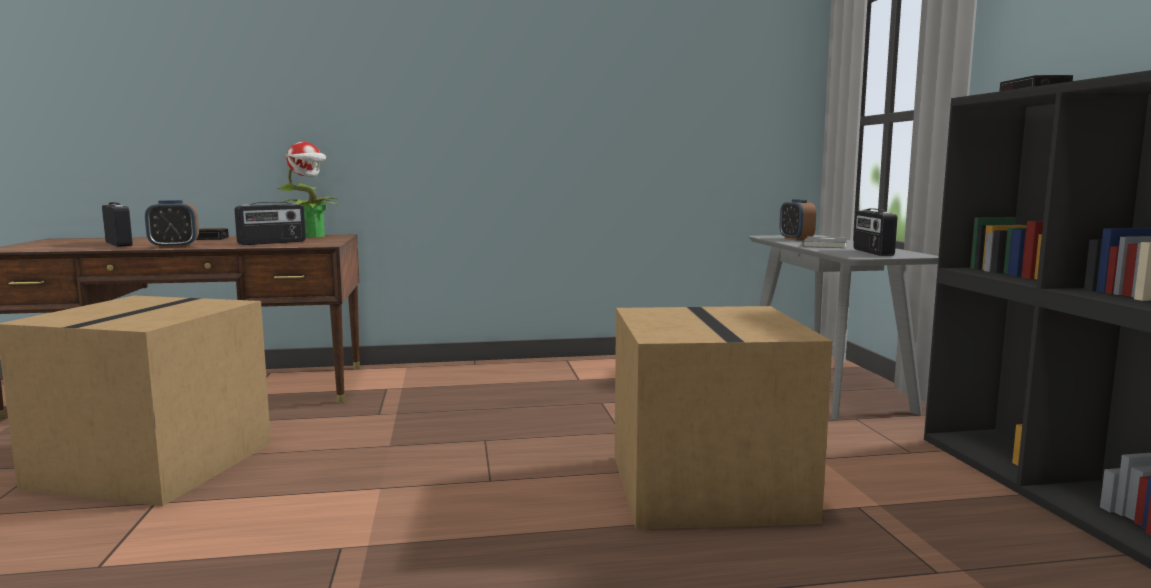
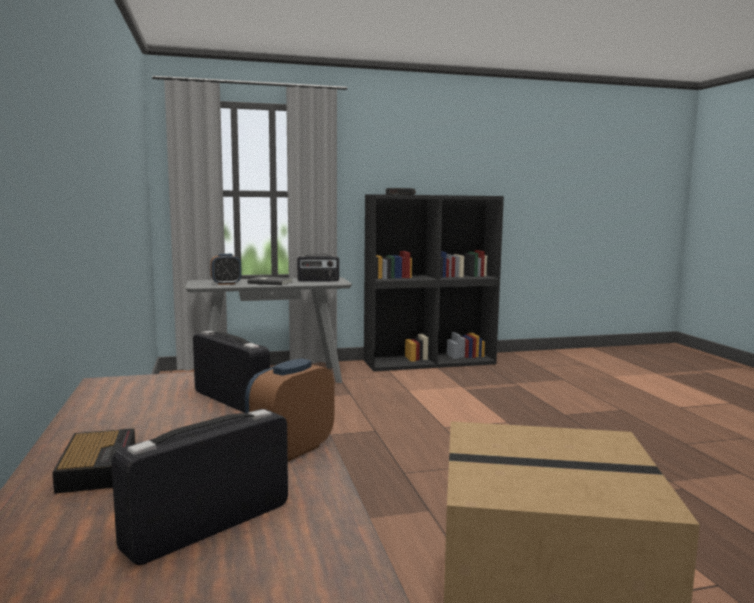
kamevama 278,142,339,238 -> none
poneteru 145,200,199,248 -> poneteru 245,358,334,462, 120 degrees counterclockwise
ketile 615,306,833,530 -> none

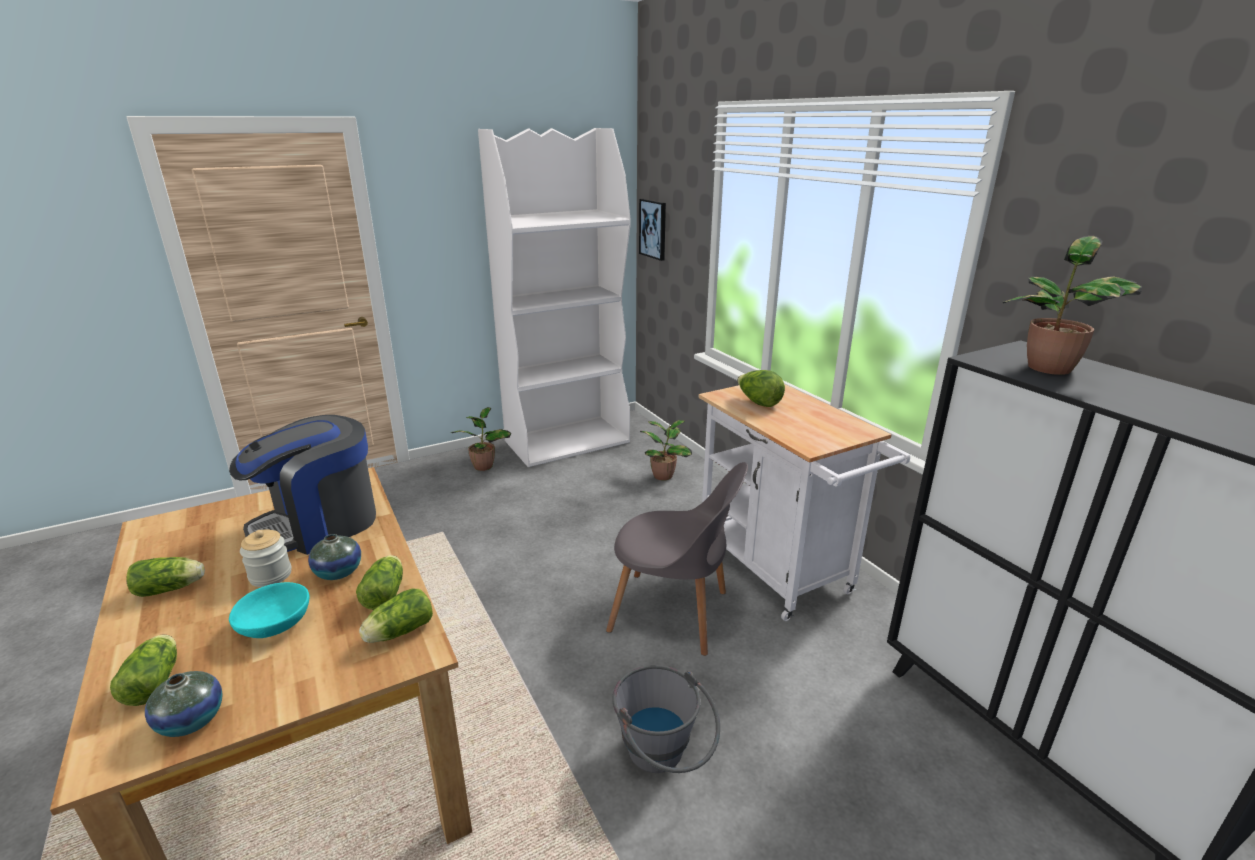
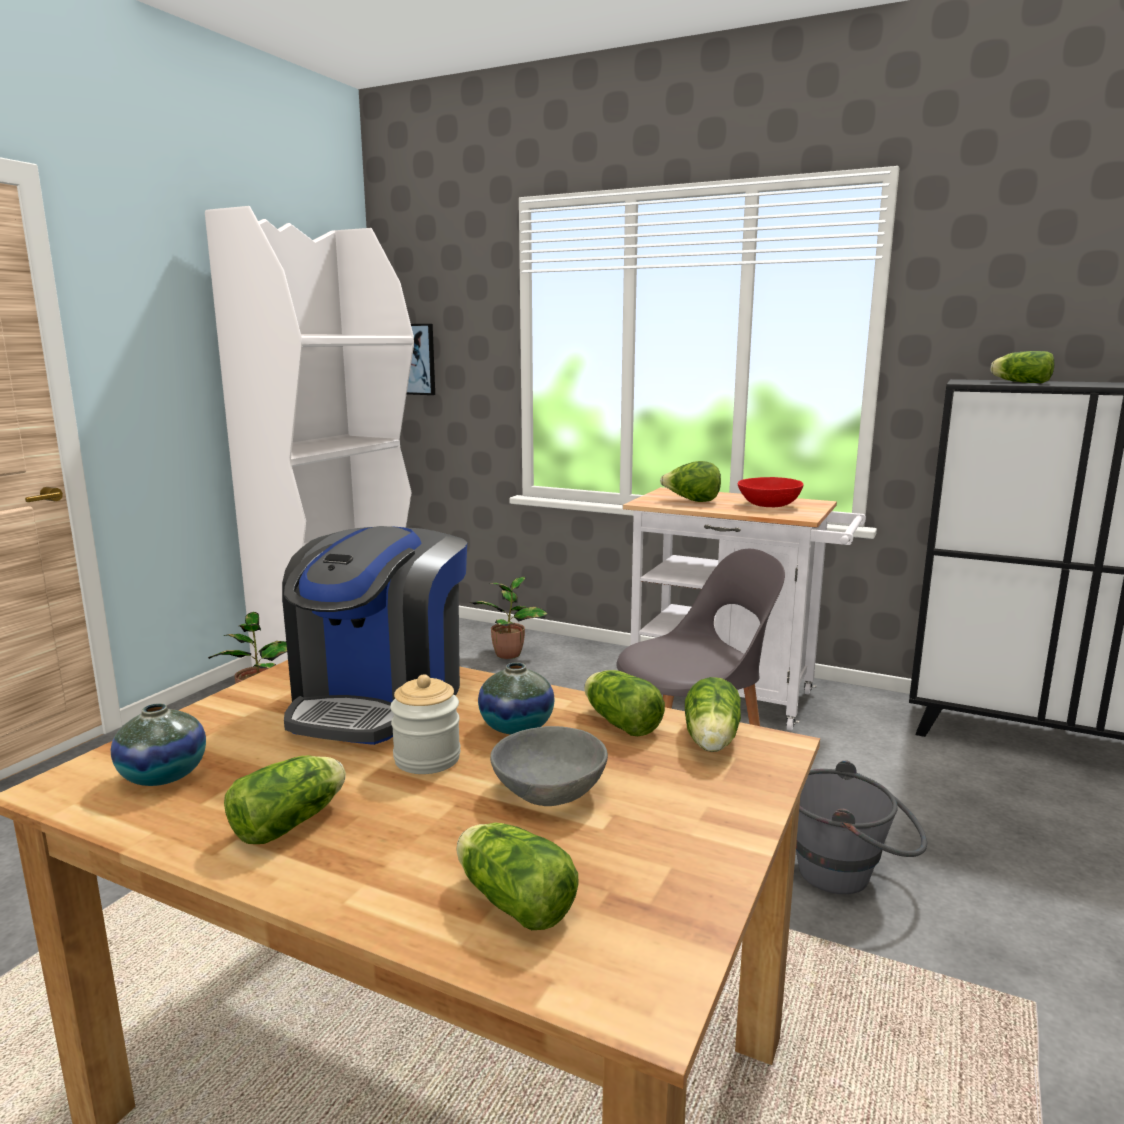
kamevama 1003,236,1142,375 -> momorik 991,351,1055,383
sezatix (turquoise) 229,582,309,638 -> sezatix (grey) 490,726,608,806
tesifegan 145,671,222,737 -> tesifegan 111,703,206,786, shifted
none -> sezatix (red) 738,477,804,507

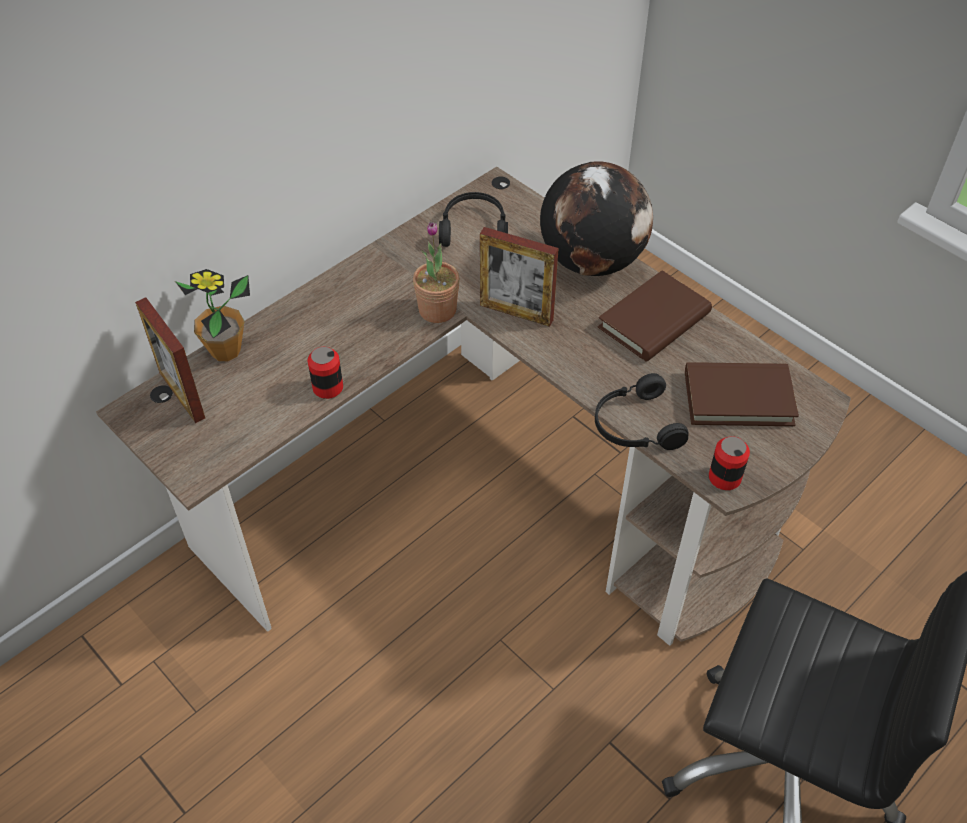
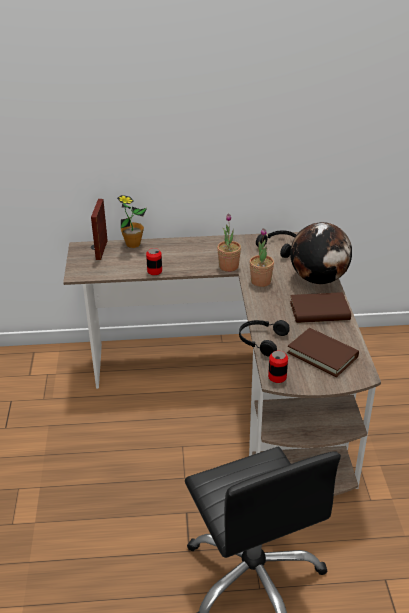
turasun 480,227,559,327 -> kamevama 249,228,274,287

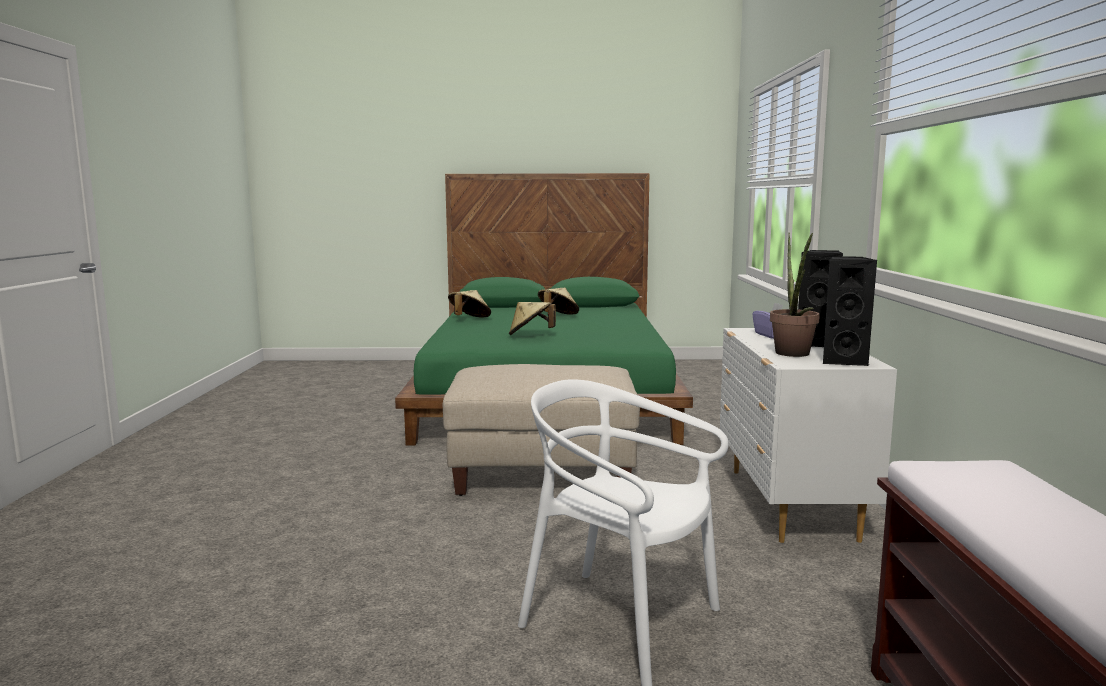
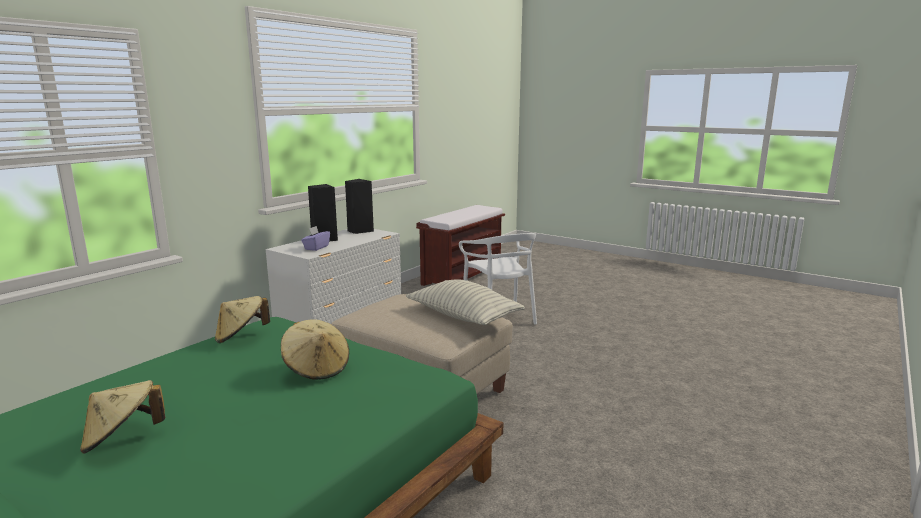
kamevama 770,232,820,357 -> none
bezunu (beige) 448,290,491,318 -> bezunu (beige) 215,296,270,343, shifted
none -> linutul 406,279,525,325

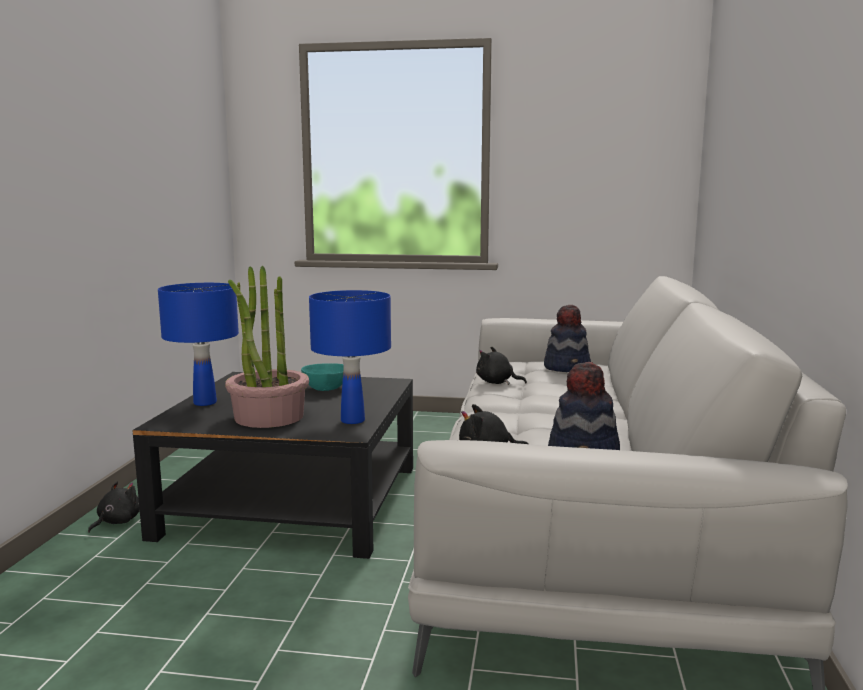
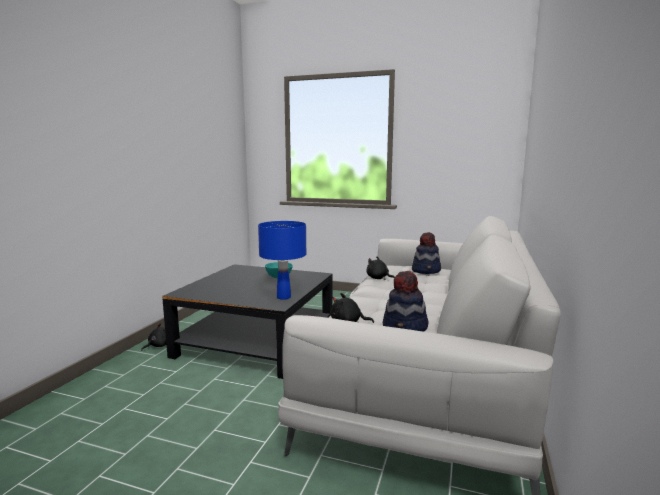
kamevama 225,265,309,428 -> none
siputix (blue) 158,283,239,406 -> none

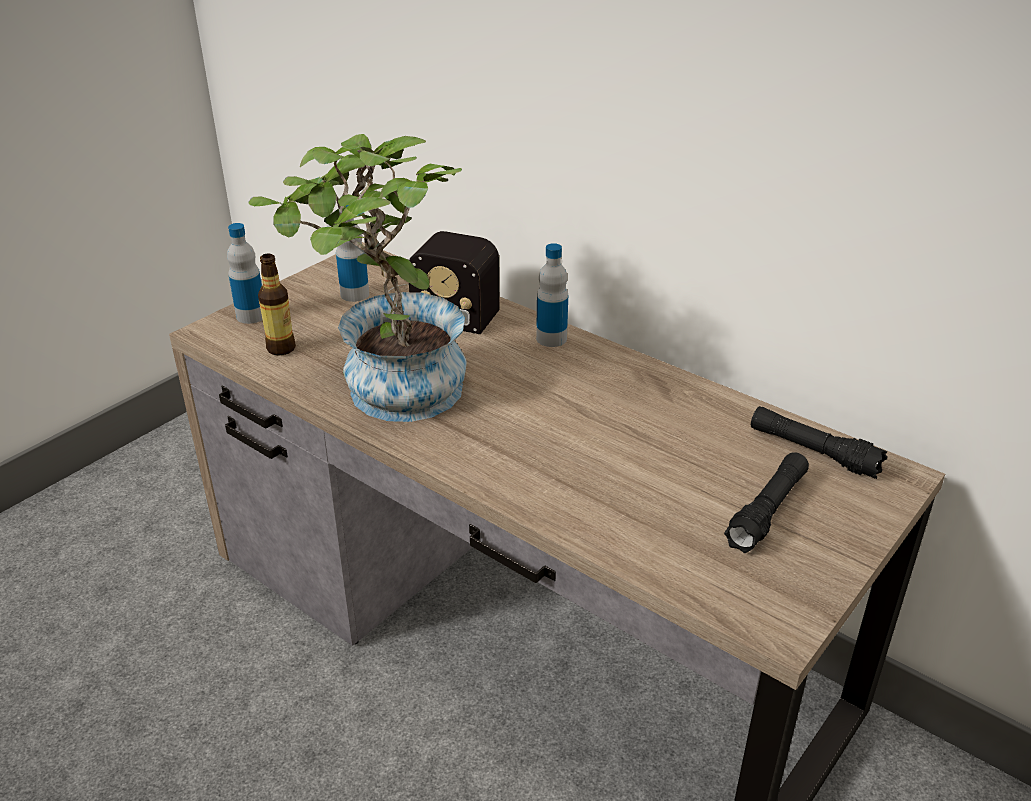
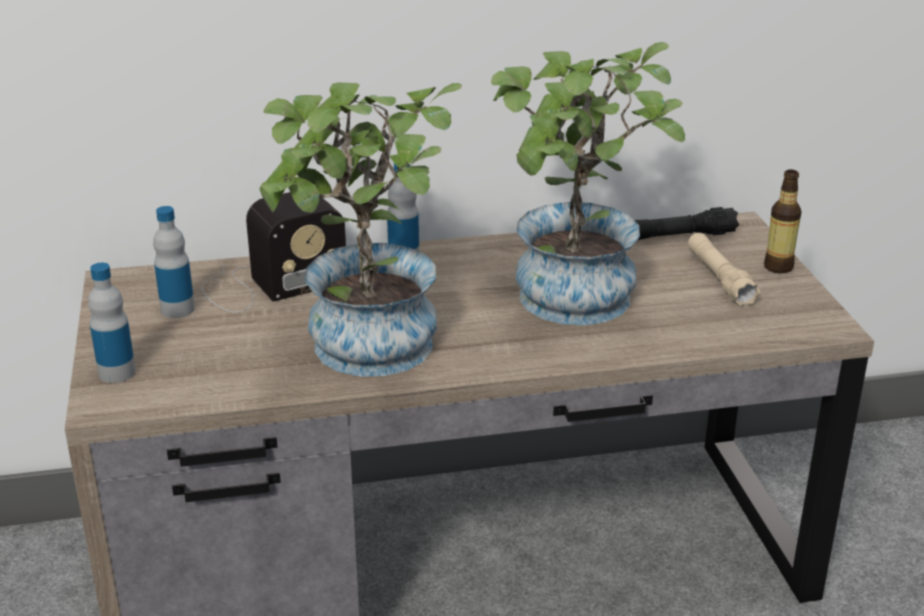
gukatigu 258,253,296,356 -> gukatigu 764,169,802,273, shifted
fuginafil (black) 724,452,809,553 -> fuginafil (beige) 688,233,760,306
none -> kamevama 491,42,685,325

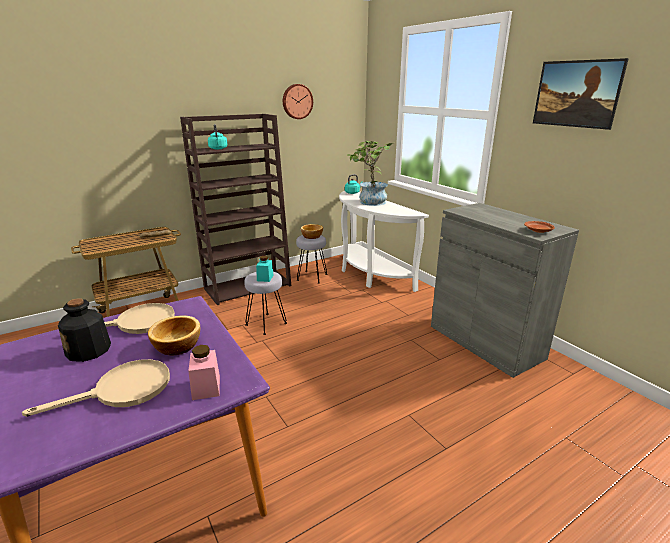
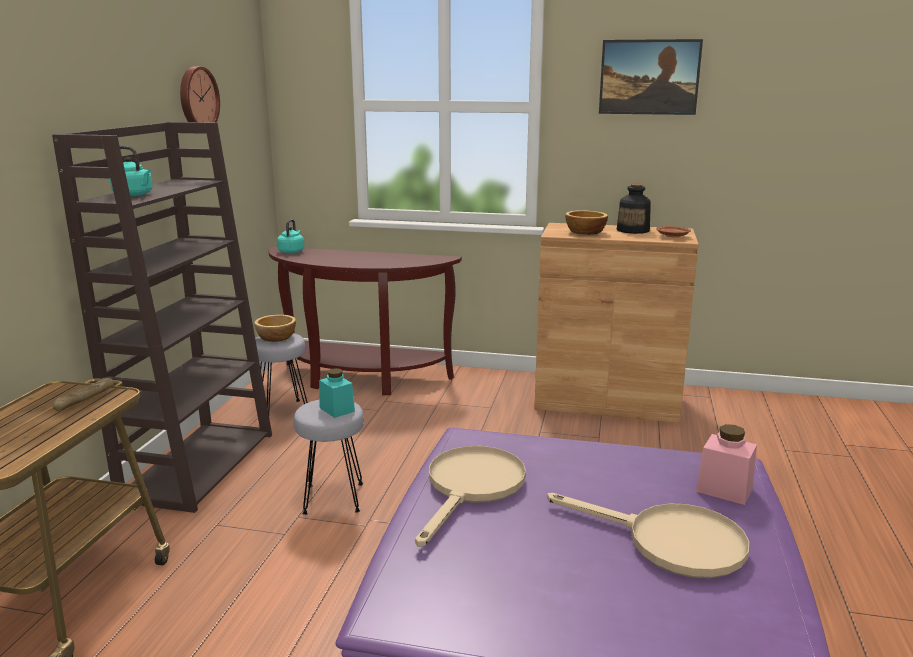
kamevama 350,141,393,206 -> none
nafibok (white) 339,191,429,292 -> nafibok (brown) 269,247,462,395
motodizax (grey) 431,203,579,378 -> motodizax (brown) 534,223,699,423
gukatigu 58,298,111,362 -> gukatigu 617,184,651,234, shifted
sezatix 148,315,200,356 -> sezatix 565,210,608,235, shifted
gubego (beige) 22,359,170,417 -> gubego (beige) 547,493,749,578, 105 degrees clockwise

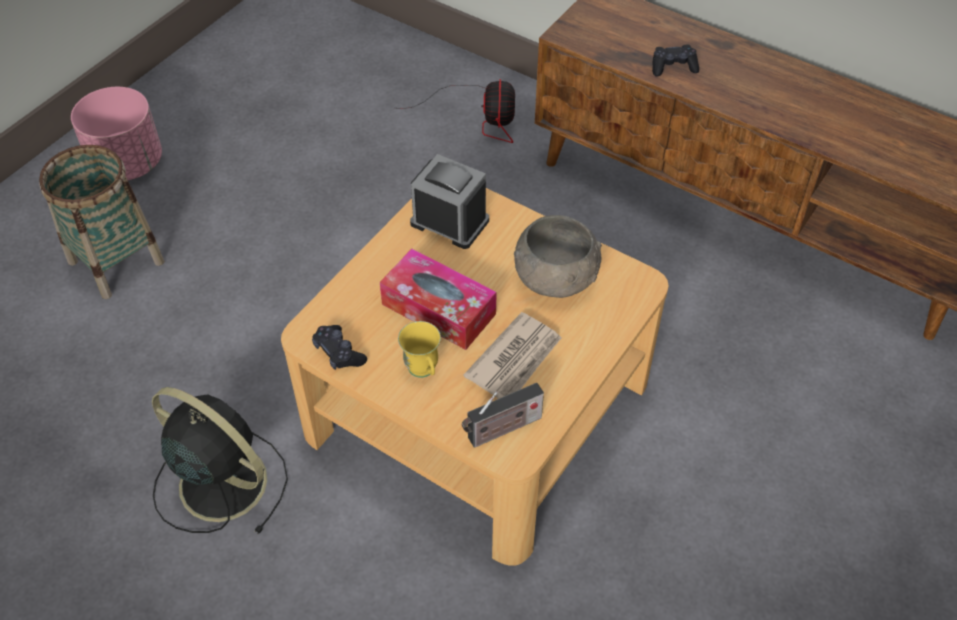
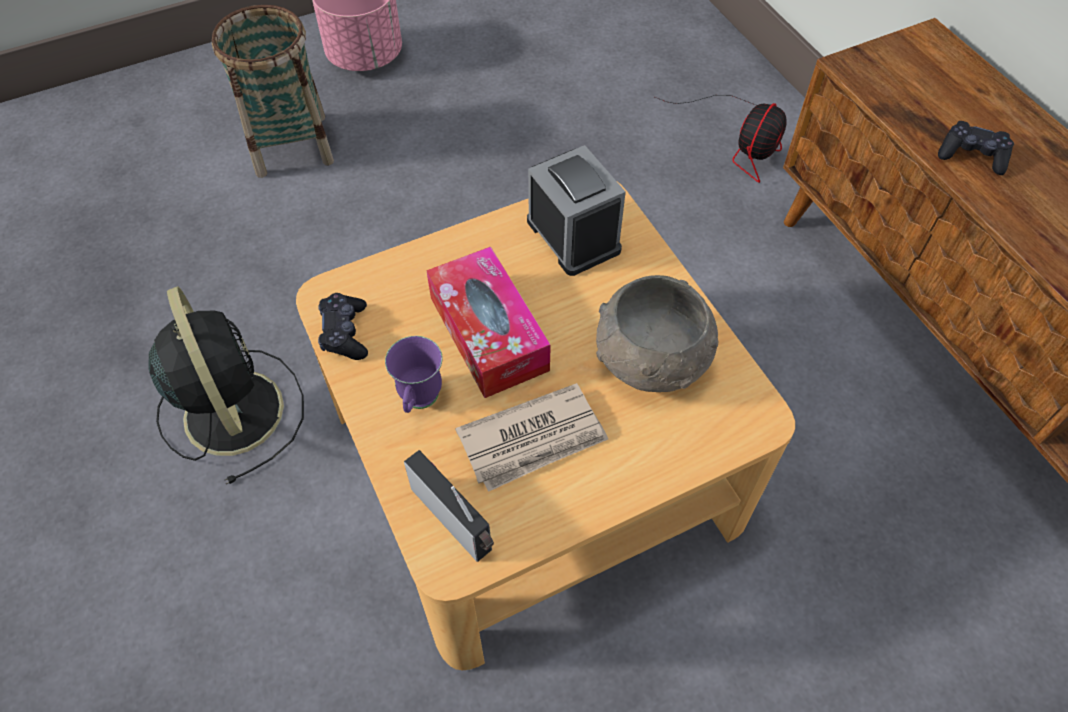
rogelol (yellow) 398,321,441,378 -> rogelol (purple) 385,336,443,413
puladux 462,383,544,448 -> puladux 404,450,494,562, 135 degrees counterclockwise

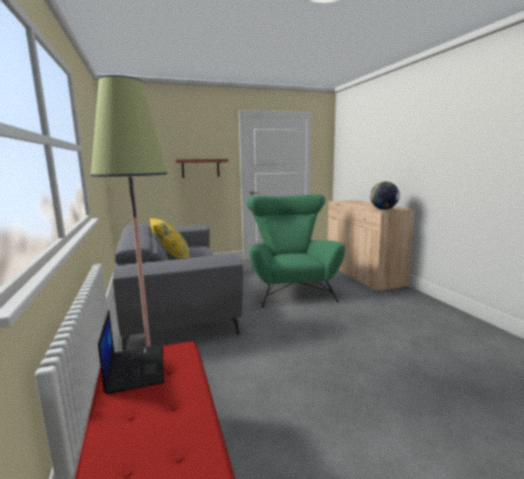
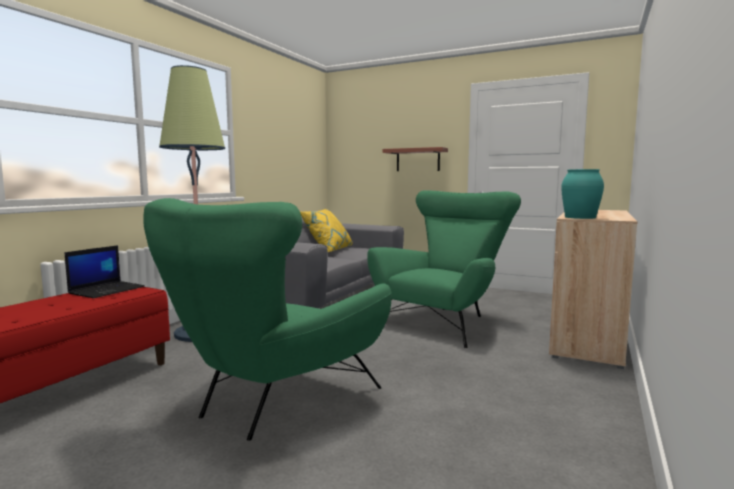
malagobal 370,182,400,210 -> tesifegan (turquoise) 561,169,604,219
none -> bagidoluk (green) 144,198,392,441

